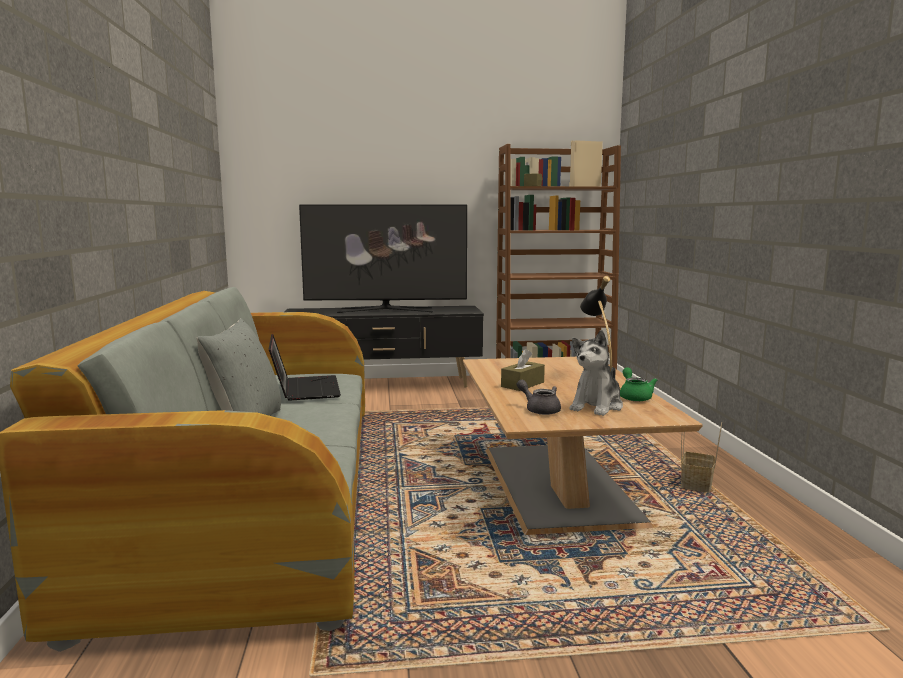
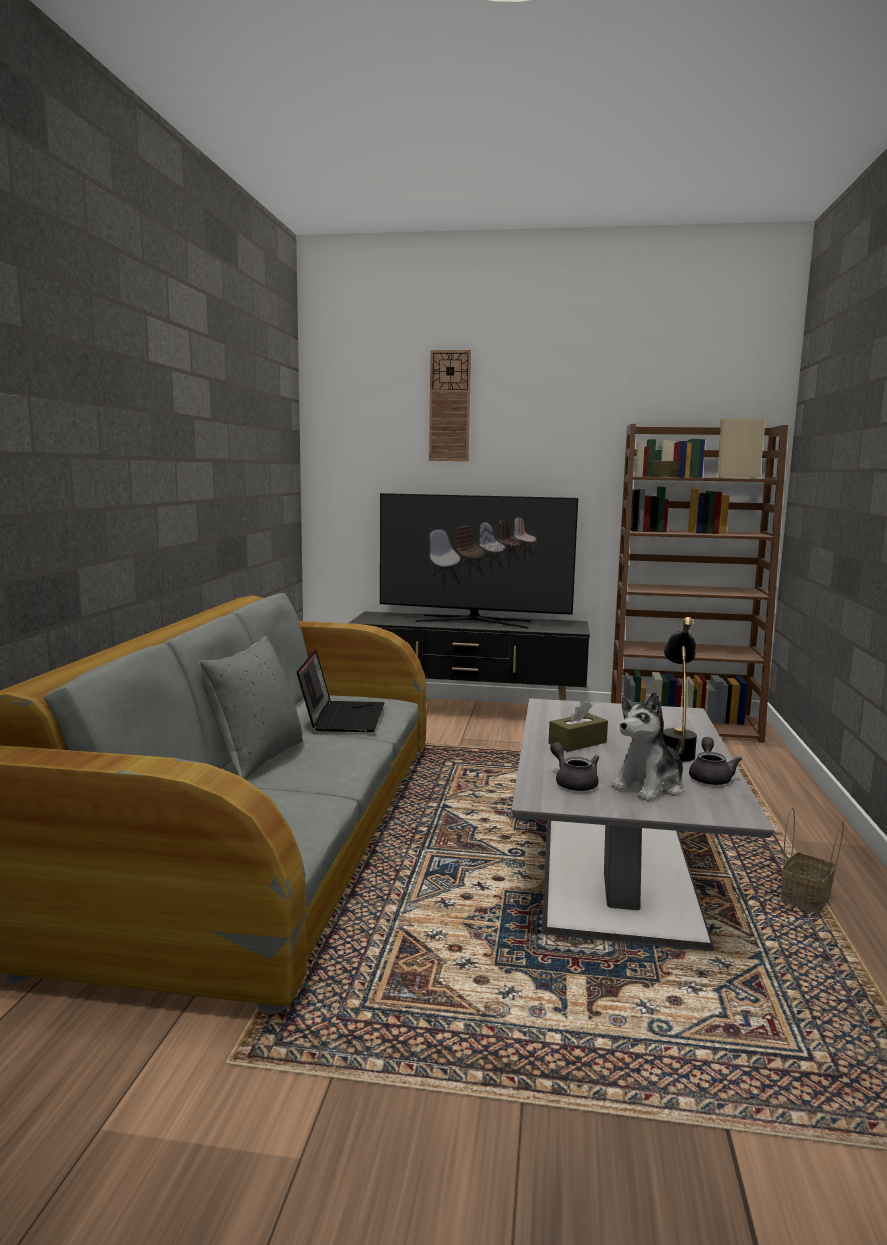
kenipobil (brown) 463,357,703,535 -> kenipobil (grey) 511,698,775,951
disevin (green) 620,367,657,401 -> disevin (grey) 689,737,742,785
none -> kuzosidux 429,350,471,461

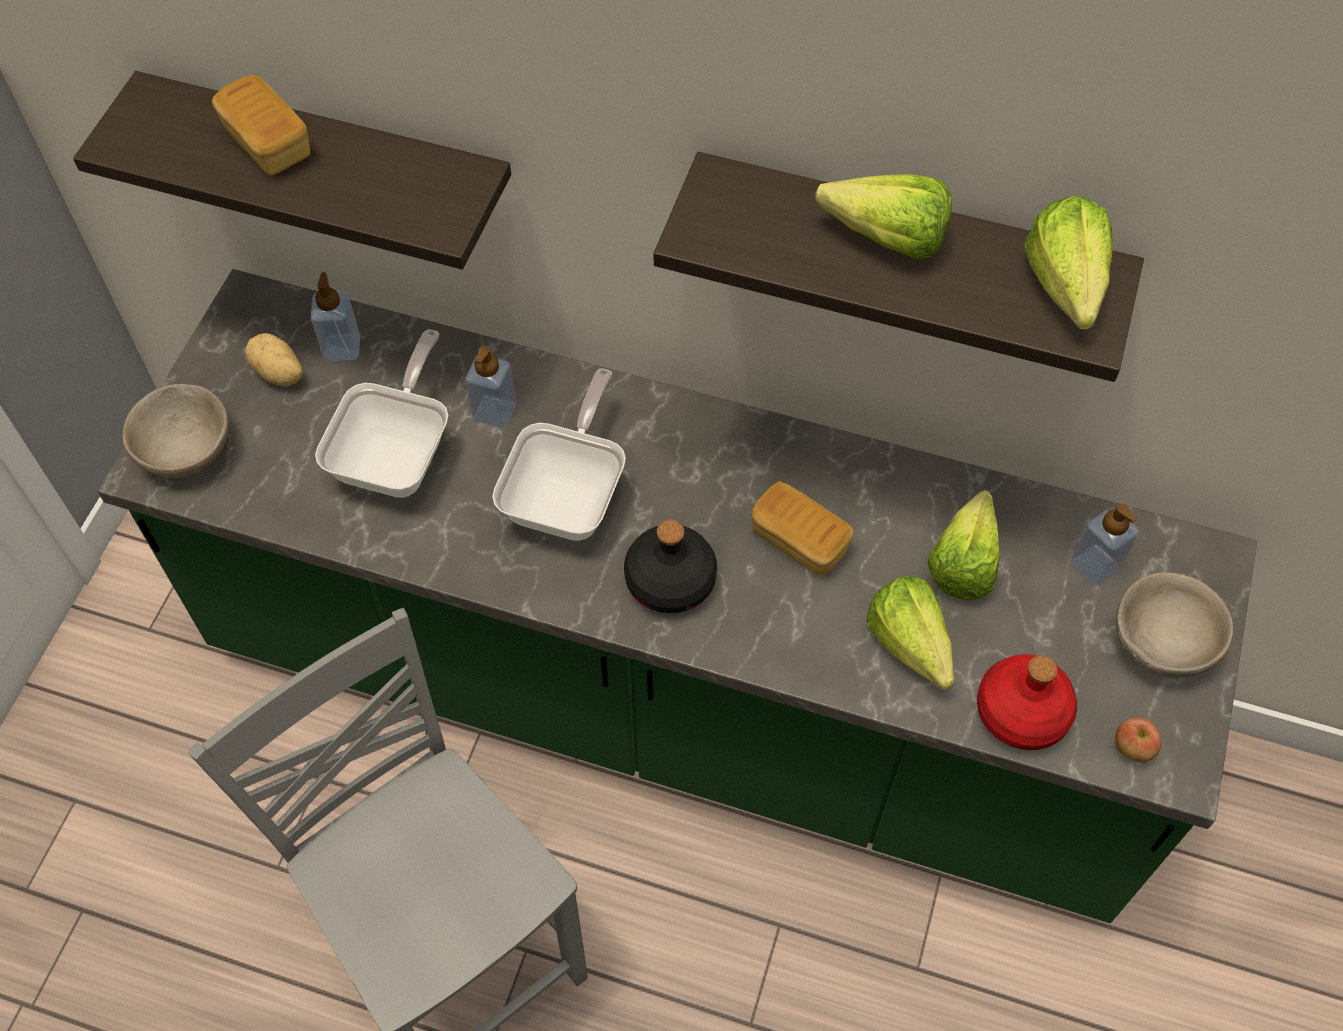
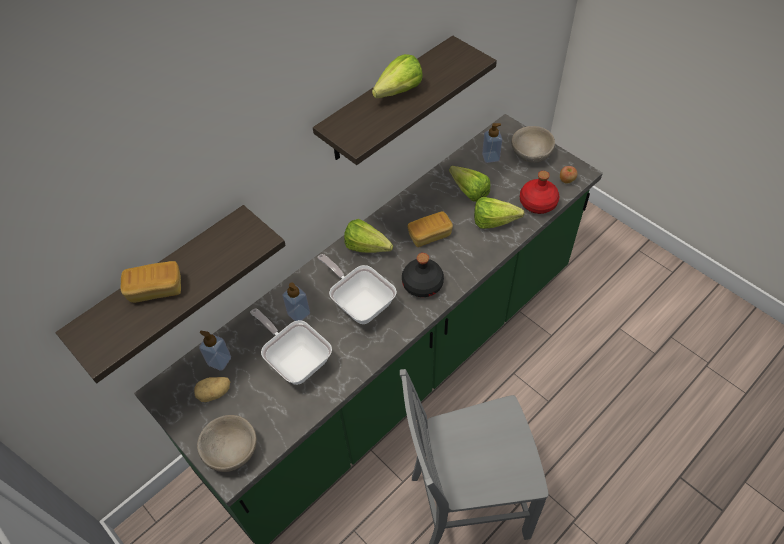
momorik 1025,196,1113,329 -> momorik 344,219,393,253, shifted

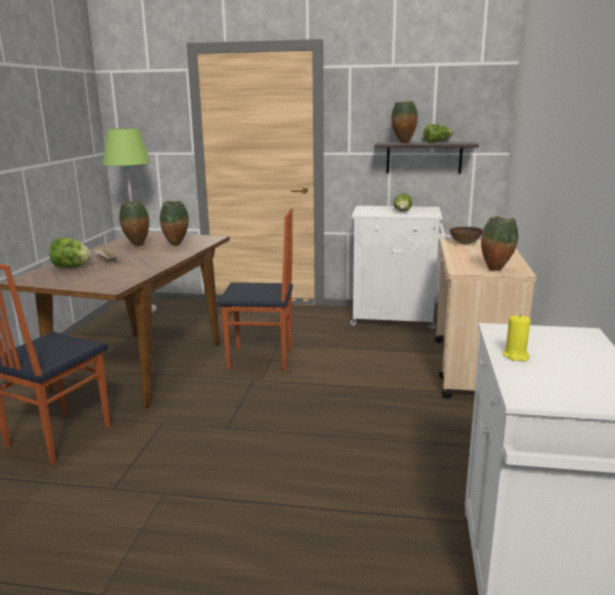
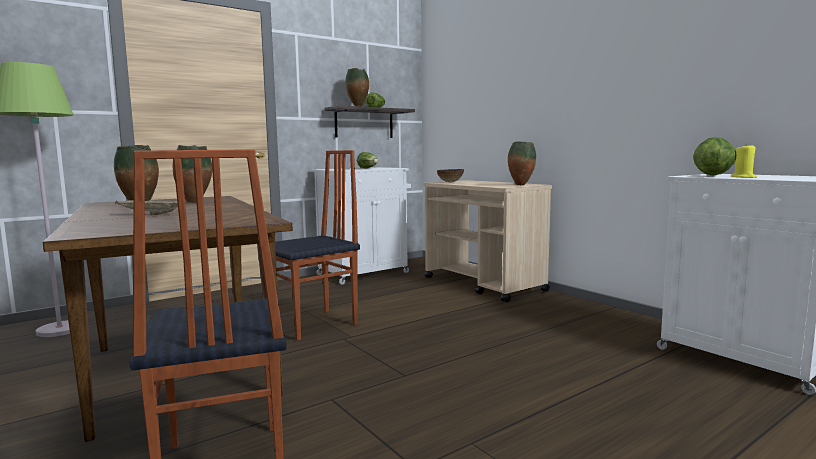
momorik 49,237,91,268 -> momorik 693,137,736,176, shifted

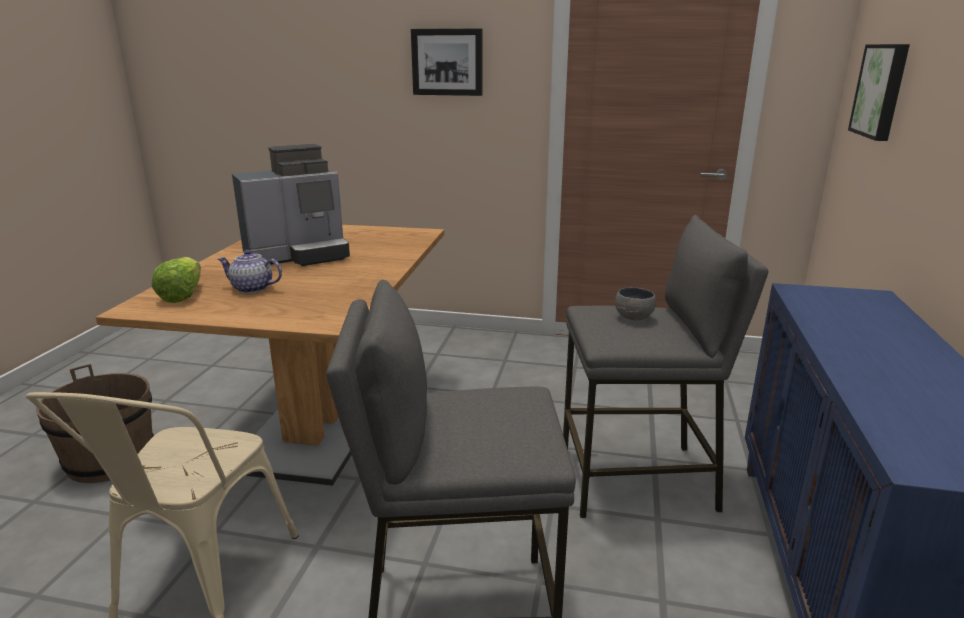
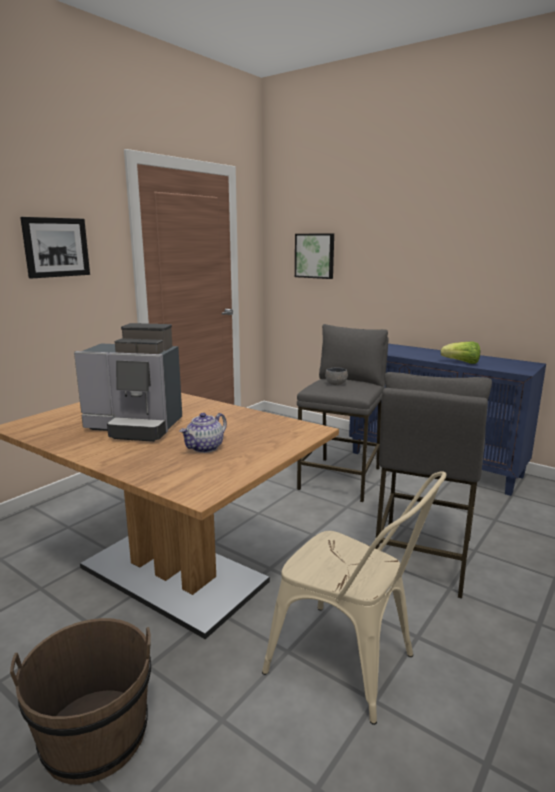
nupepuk 232,144,350,266 -> nupepuk 74,323,182,442, 105 degrees clockwise
momorik 152,257,201,303 -> momorik 441,342,480,364, shifted

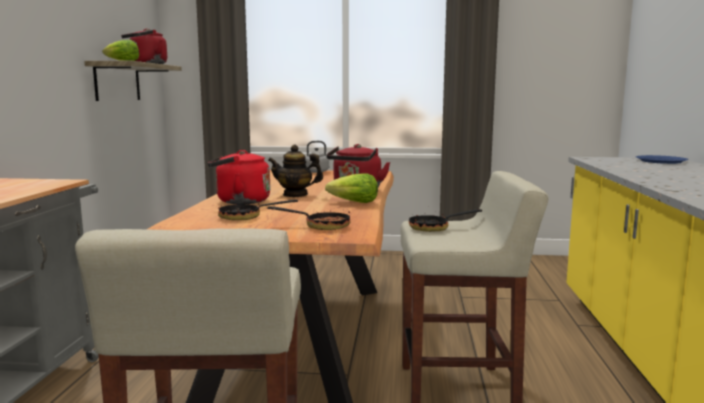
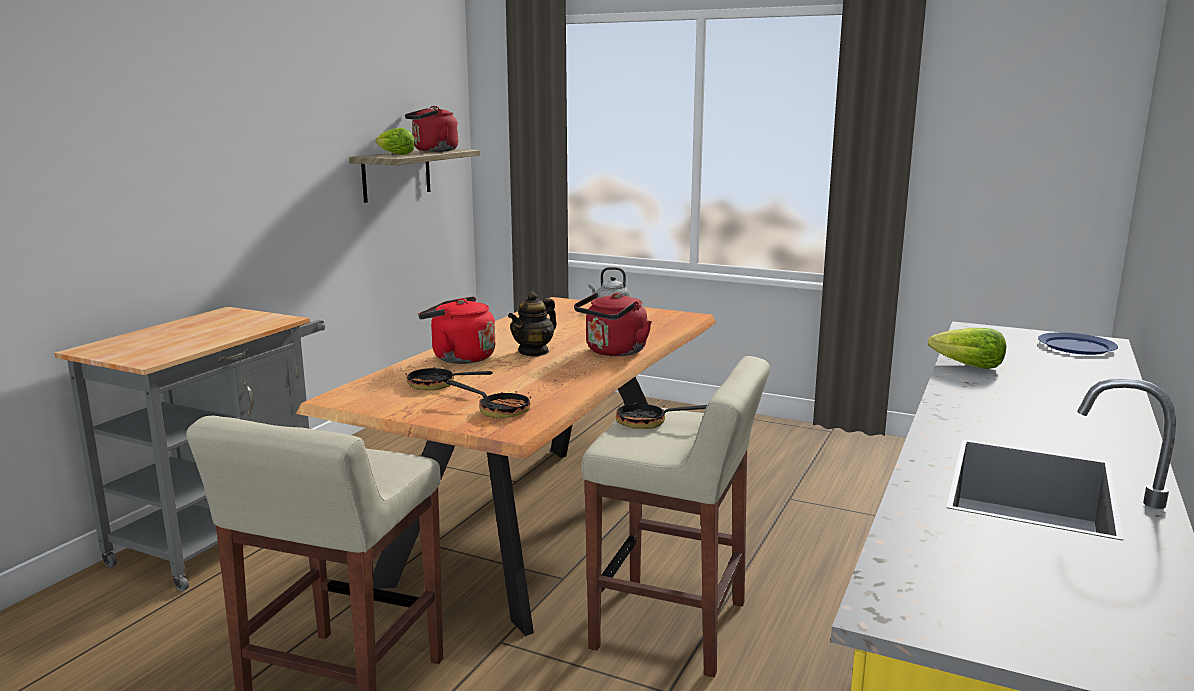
disevin 268,145,323,197 -> disevin 508,291,557,357, 75 degrees counterclockwise
momorik 325,173,378,203 -> momorik 928,328,1006,369, shifted

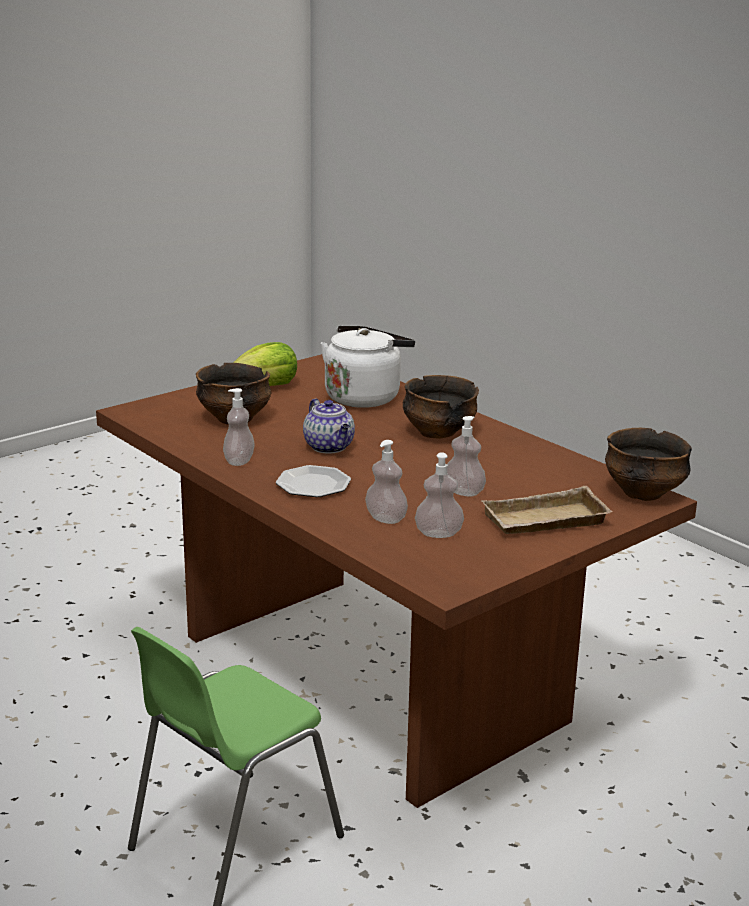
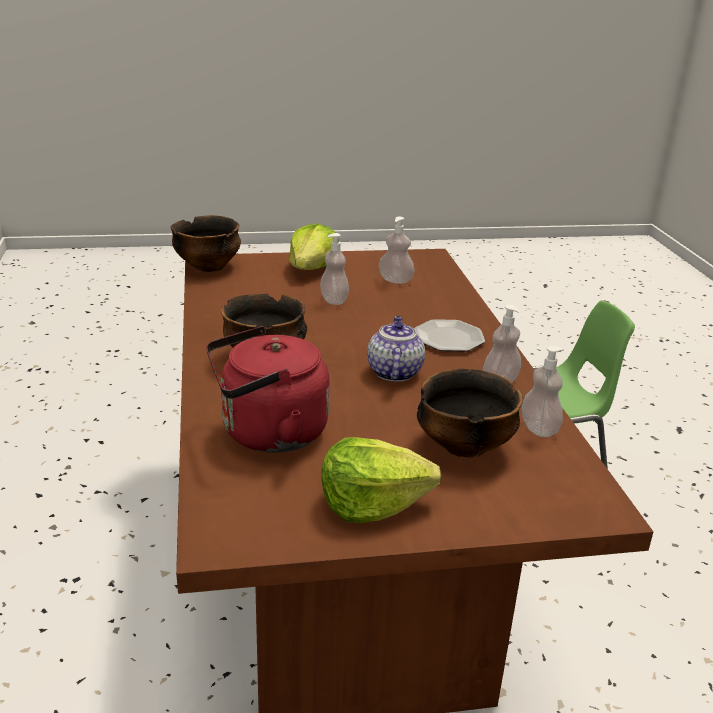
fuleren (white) 321,326,415,408 -> fuleren (red) 206,326,329,453
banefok 365,440,408,524 -> banefok 522,346,564,437, shifted
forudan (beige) 481,486,612,534 -> momorik 289,224,336,270

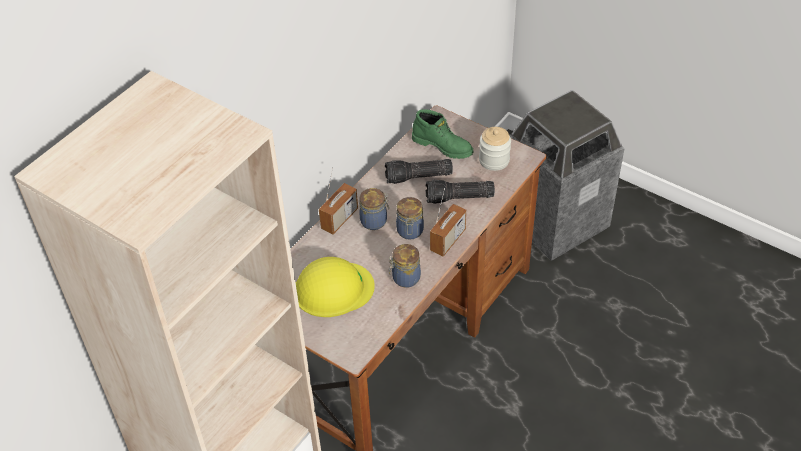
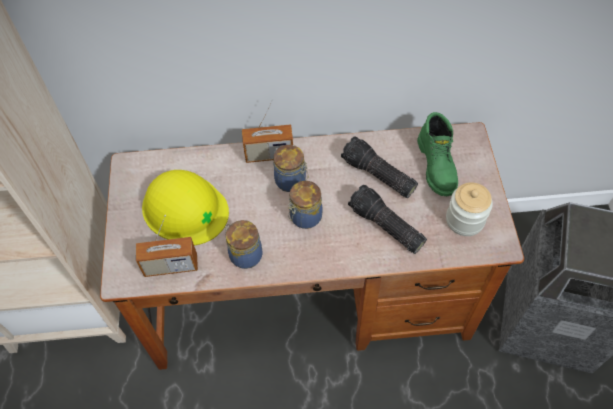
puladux 430,188,466,257 -> puladux 136,215,198,277, shifted

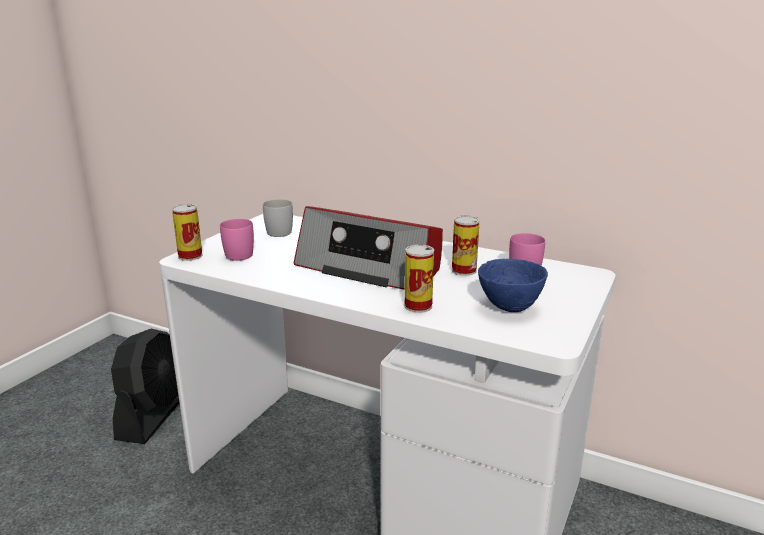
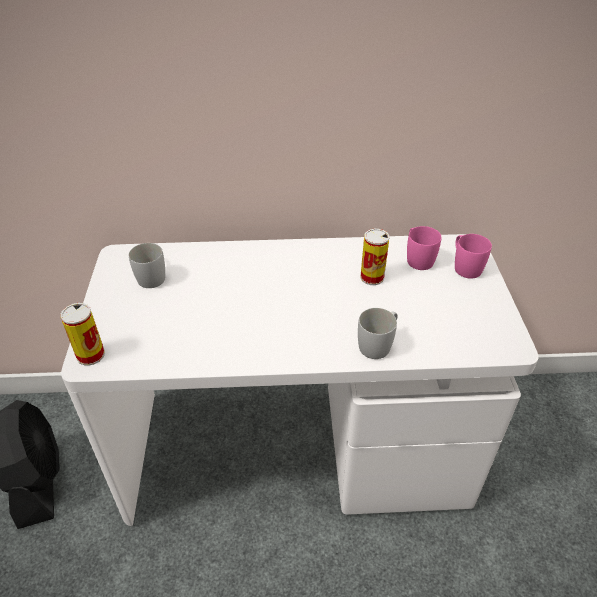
puladux 293,206,443,290 -> none
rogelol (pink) 220,219,254,261 -> rogelol (pink) 455,234,492,278, shifted
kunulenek 405,244,434,313 -> rogelol (white) 358,308,398,359
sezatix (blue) 478,259,548,312 -> none

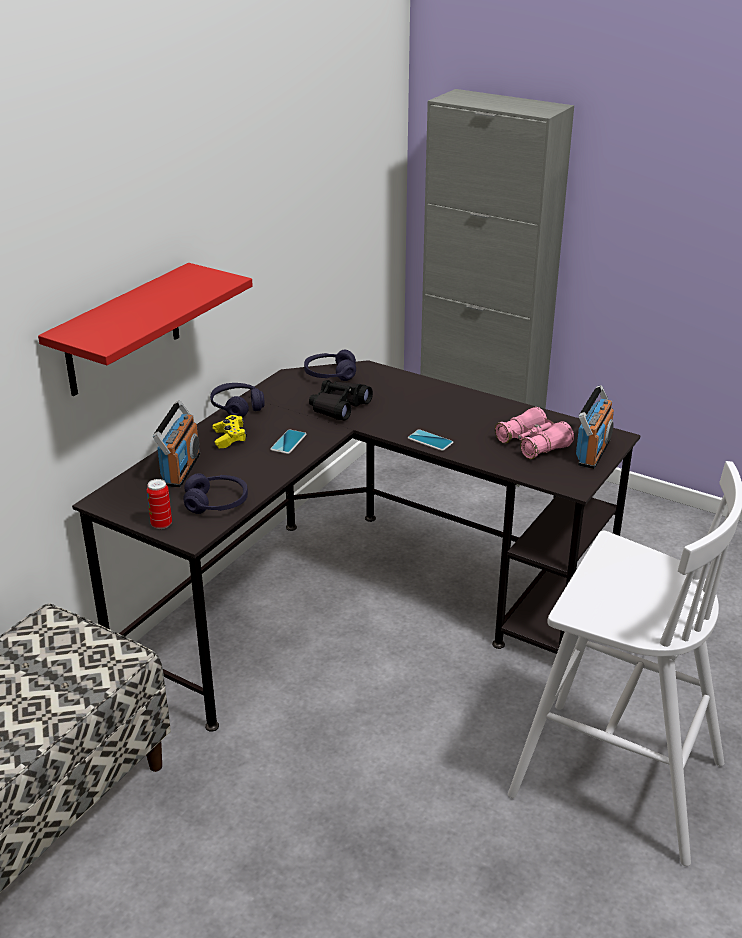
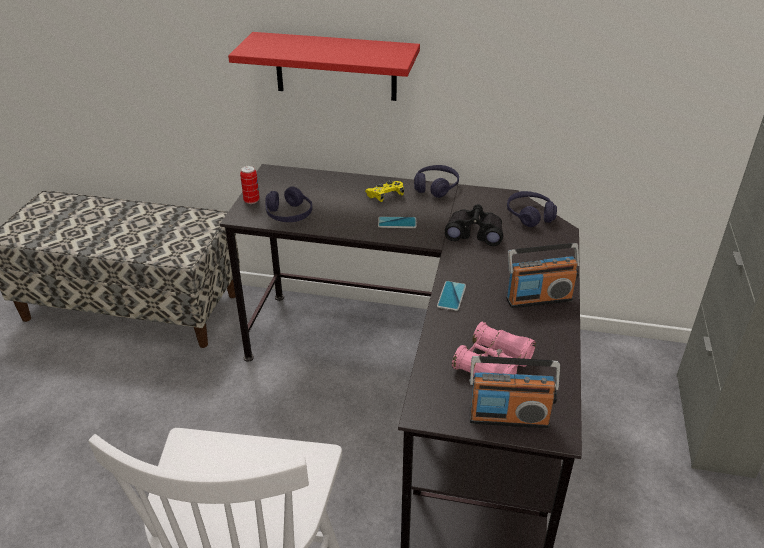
puladux 153,400,200,487 -> puladux 506,243,579,308, shifted

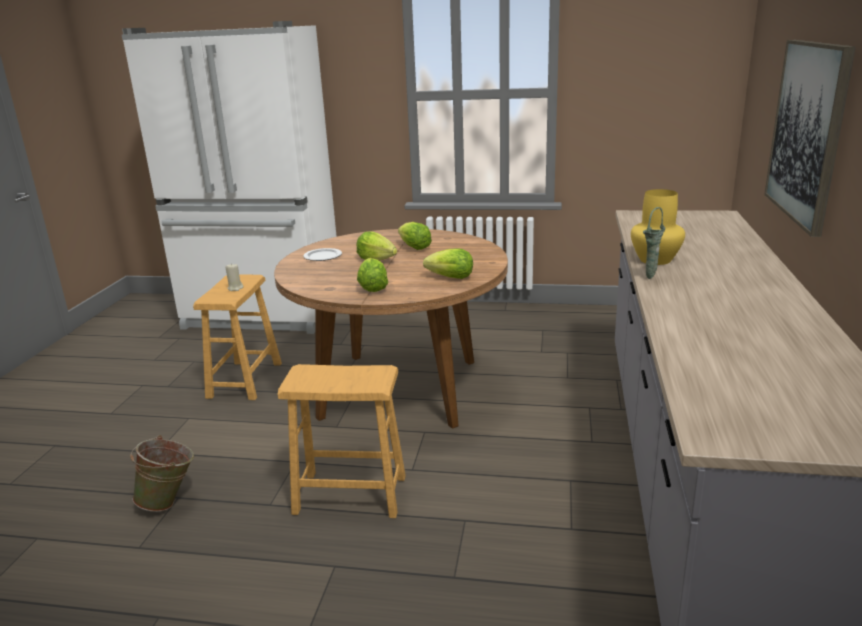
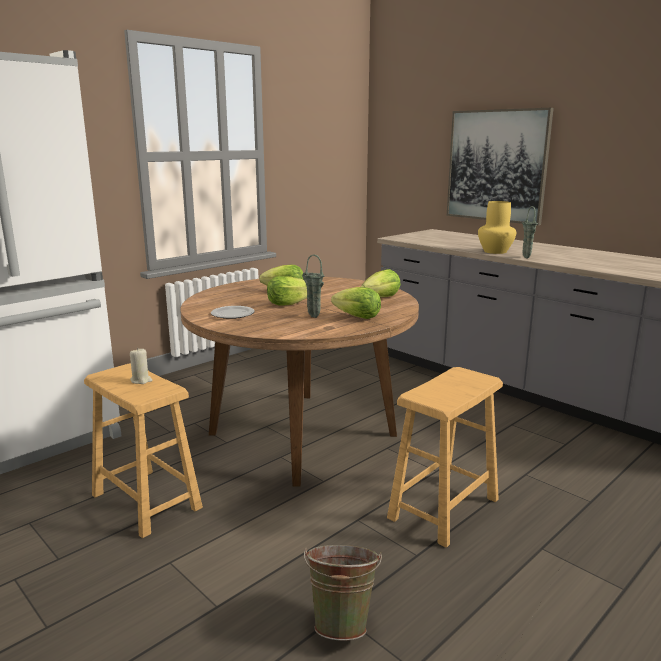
none -> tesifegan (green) 302,255,325,318

